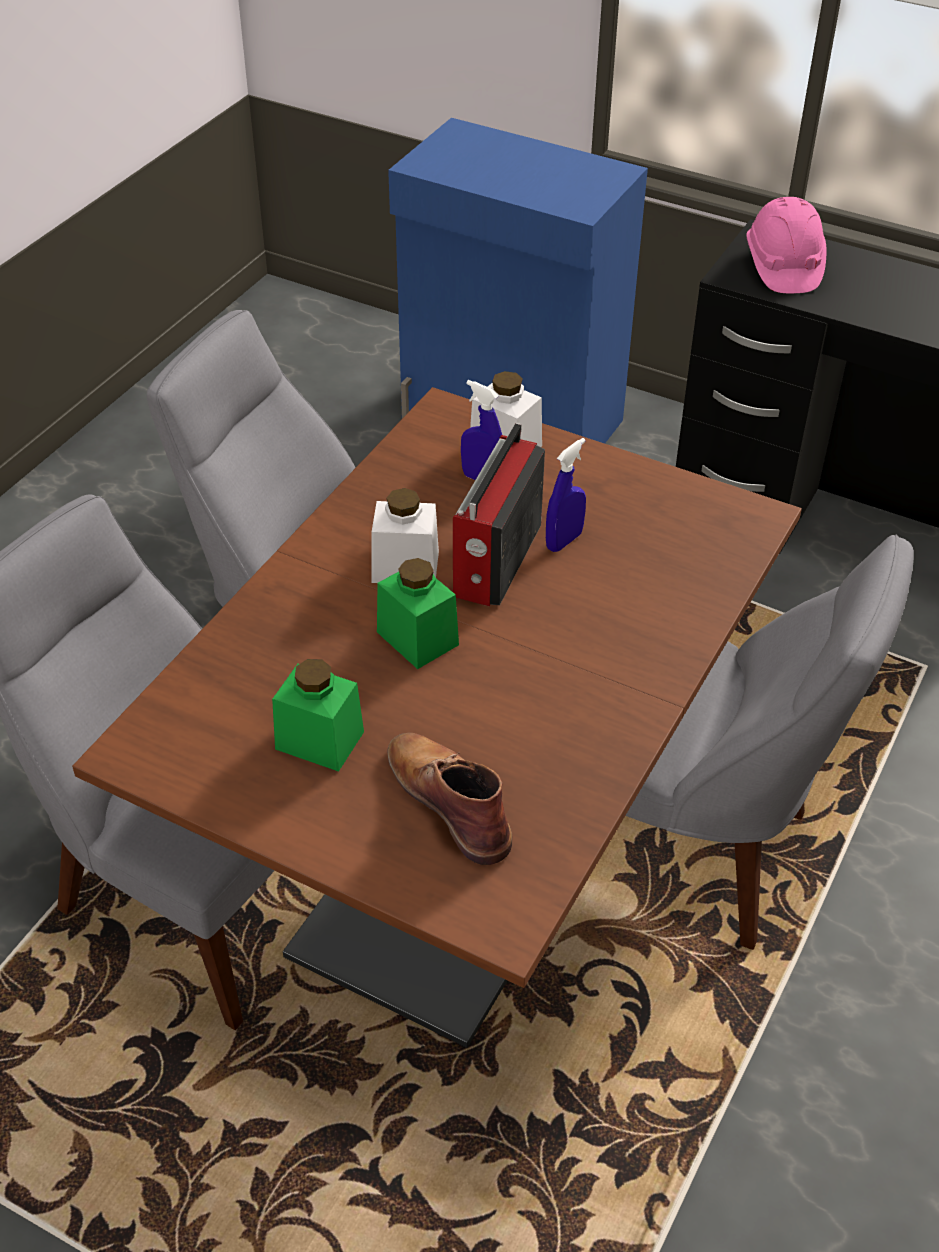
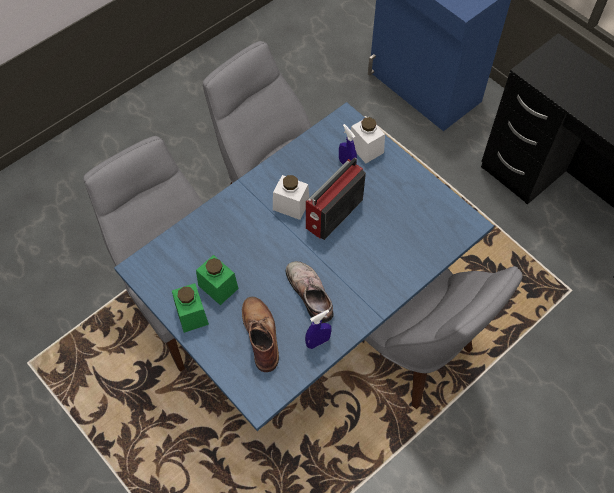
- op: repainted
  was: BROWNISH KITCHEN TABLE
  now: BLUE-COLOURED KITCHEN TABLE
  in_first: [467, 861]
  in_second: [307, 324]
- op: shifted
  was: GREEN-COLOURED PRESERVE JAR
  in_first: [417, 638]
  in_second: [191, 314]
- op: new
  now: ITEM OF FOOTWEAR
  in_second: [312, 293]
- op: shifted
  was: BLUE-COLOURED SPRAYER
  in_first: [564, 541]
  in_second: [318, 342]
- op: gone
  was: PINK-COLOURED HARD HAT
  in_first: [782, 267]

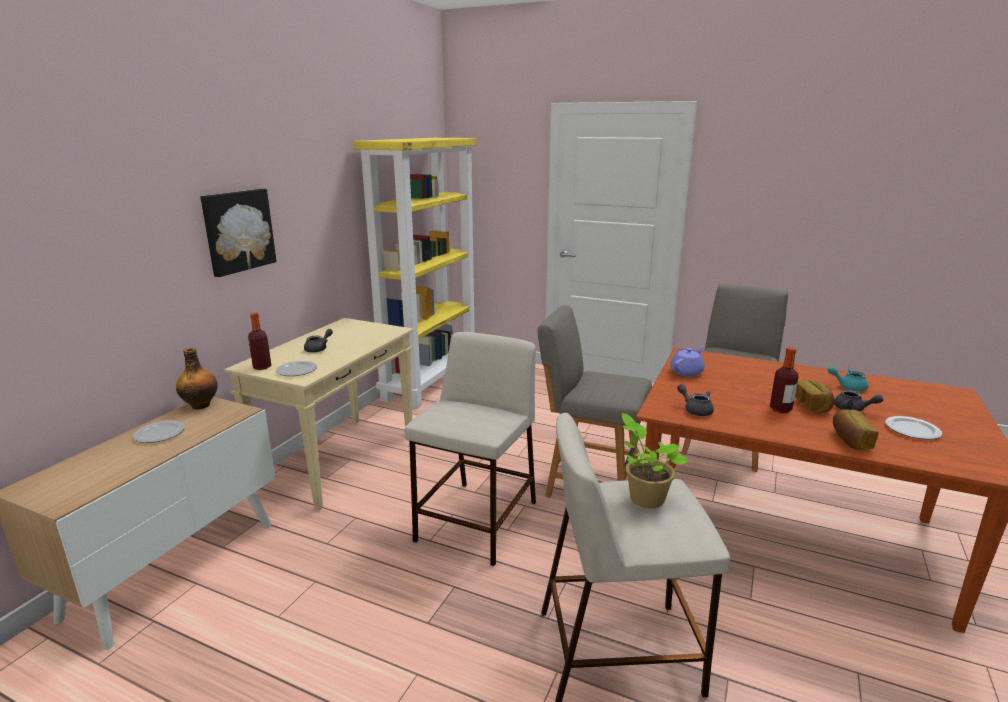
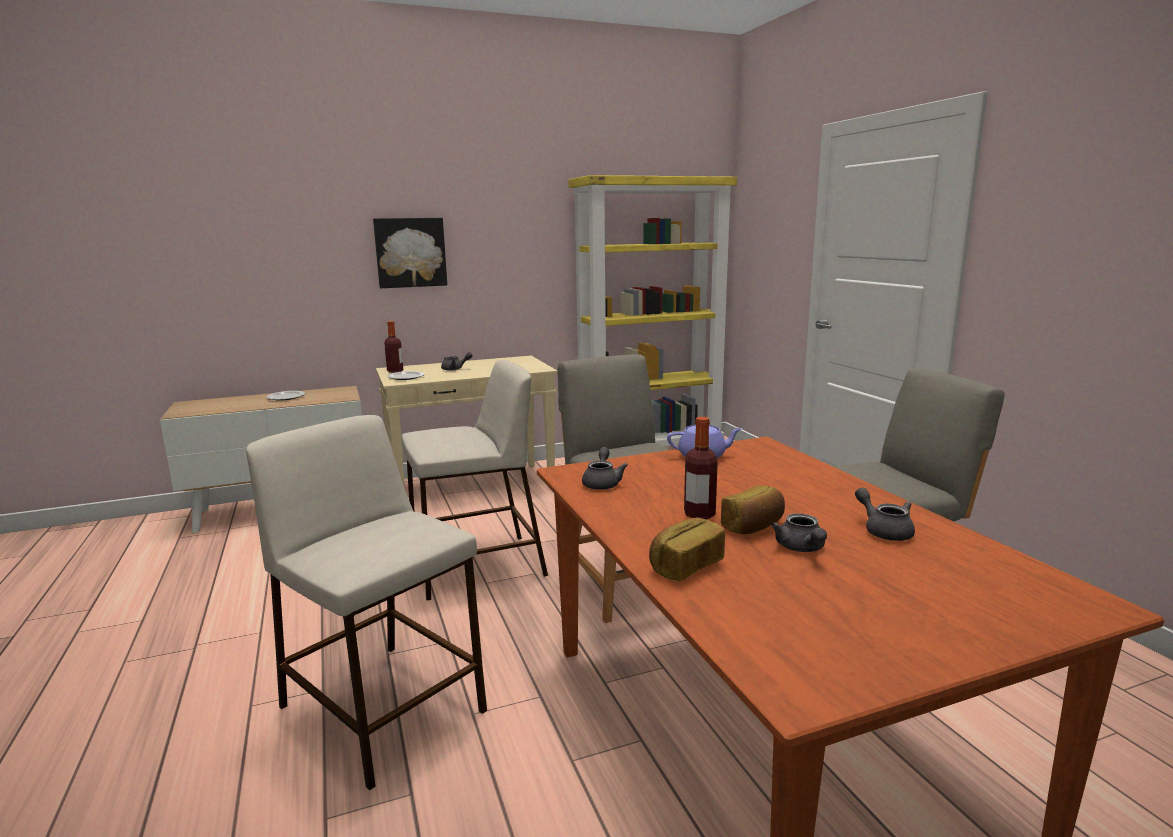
- op: repainted
  was: BLUE-GREEN TEA POT
  now: GREY TEA POT
  in_first: [848, 386]
  in_second: [884, 531]
- op: gone
  was: DRINK BOTTLE
  in_first: [201, 405]
- op: gone
  was: PLANT IN A POT
  in_first: [644, 497]
- op: gone
  was: DINNER PLATE
  in_first: [912, 430]

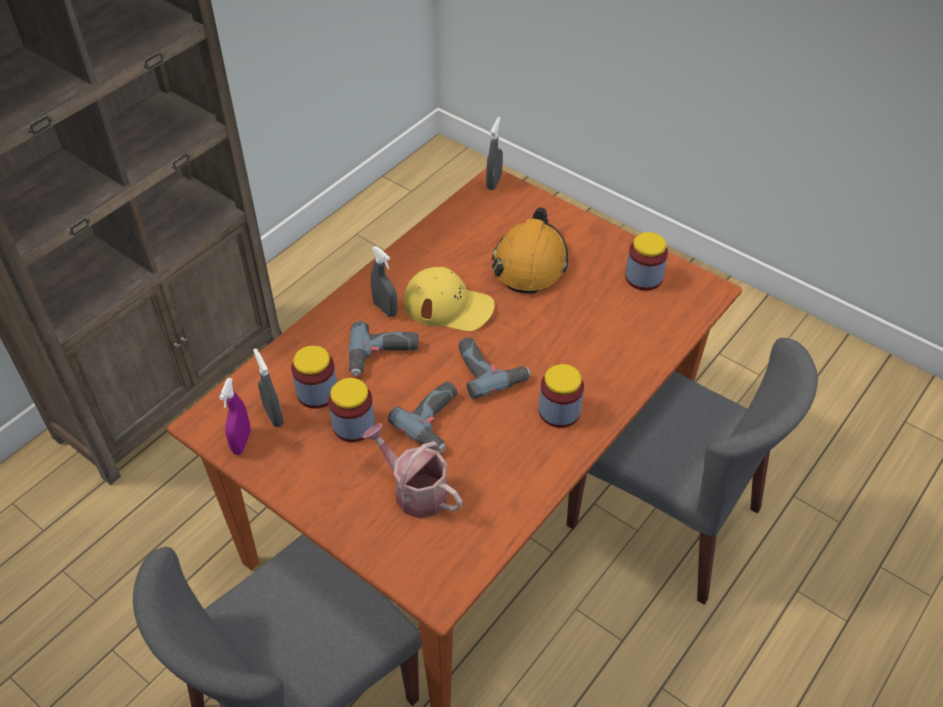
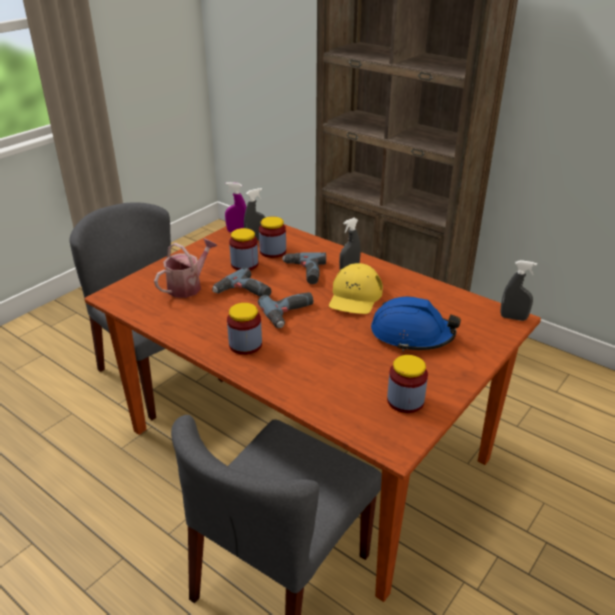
- op: repainted
  was: ORANGE-COLOURED HARD HAT
  now: BLUE-COLOURED HARD HAT
  in_first: [530, 262]
  in_second: [411, 335]

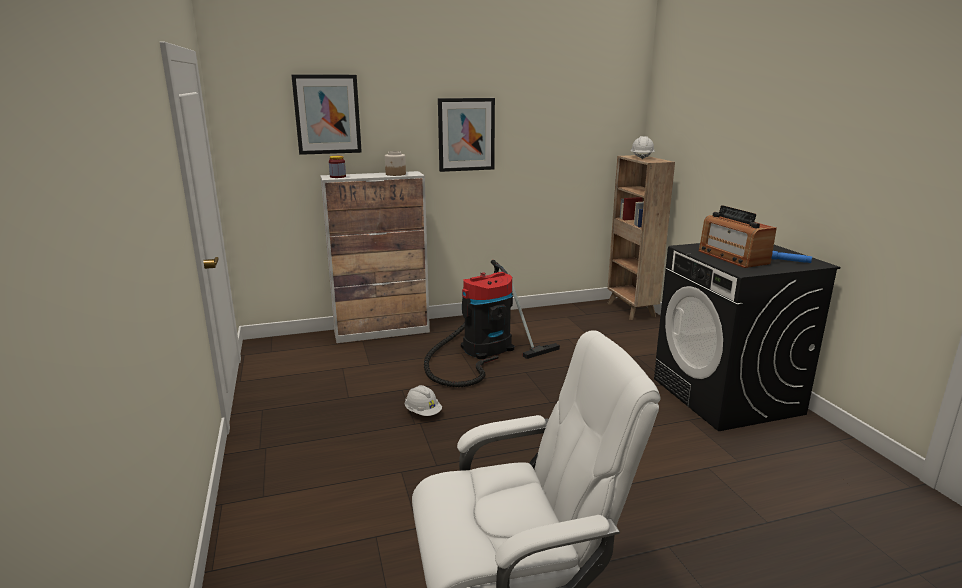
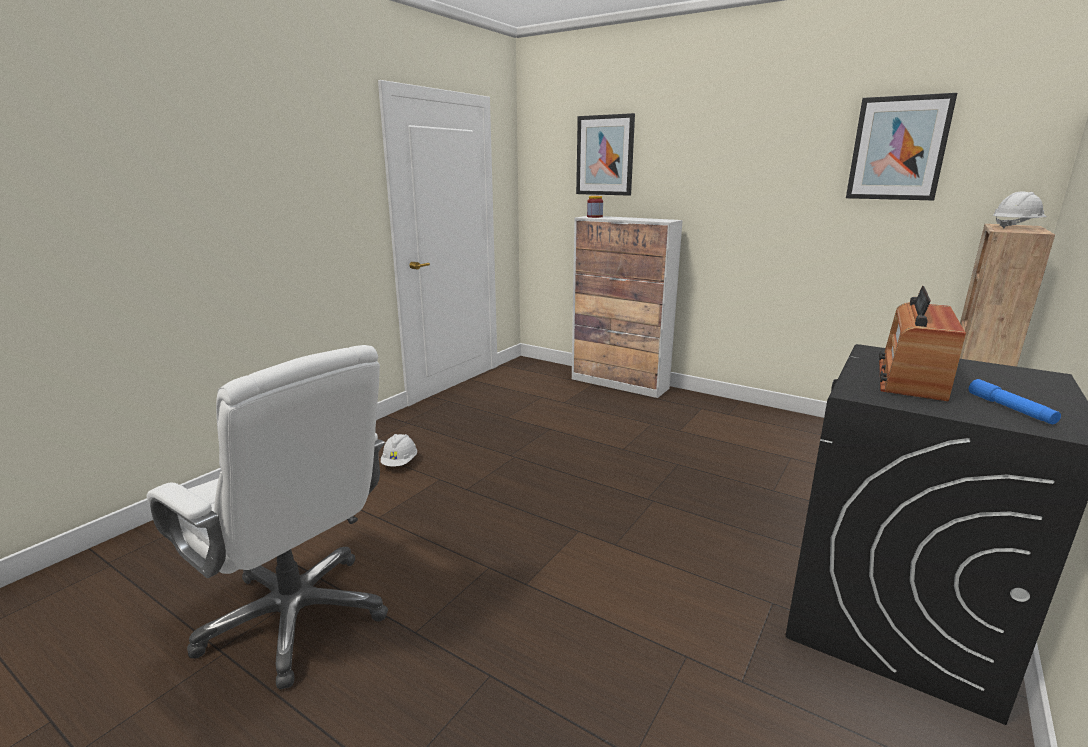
- op: shifted
  was: WHITE HARD HAT
  in_first: [423, 412]
  in_second: [400, 463]
- op: shifted
  was: WALL PICTURE
  in_first: [466, 134]
  in_second: [898, 148]
- op: gone
  was: PRESERVE JAR
  in_first: [395, 174]
- op: gone
  was: VACUUM CLEANER
  in_first: [483, 351]

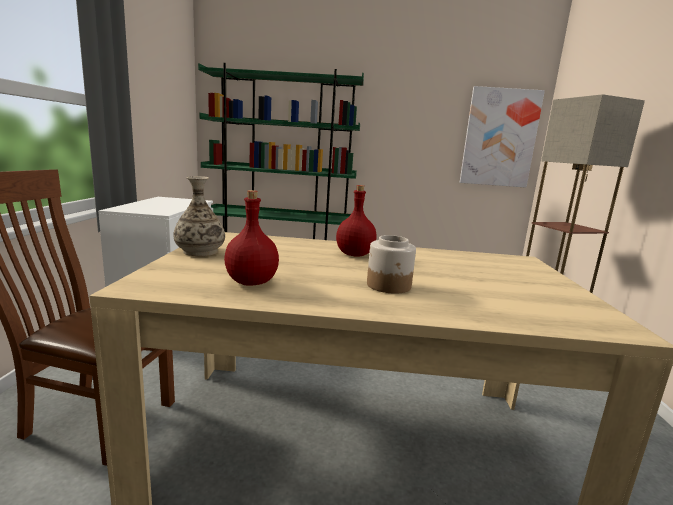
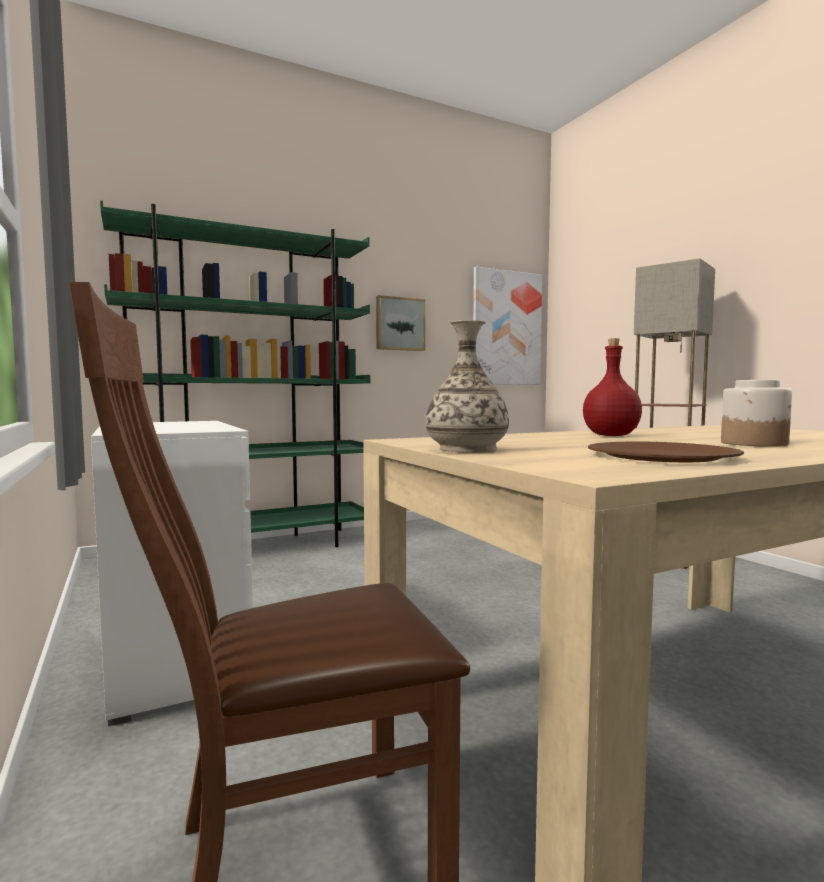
- op: new
  now: WALL PICTURE
  in_second: [399, 324]
- op: swapped
  was: RED-COLOURED DRINK BOTTLE
  now: BROWNISH DINNER PLATE
  in_first: [251, 282]
  in_second: [661, 456]

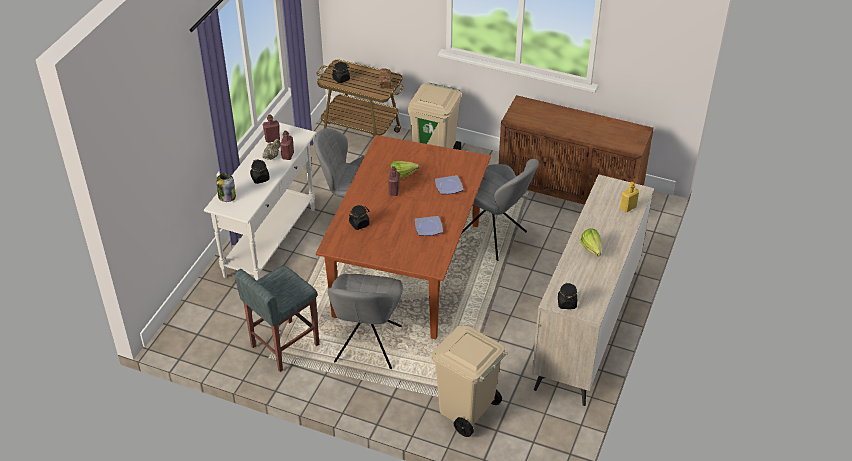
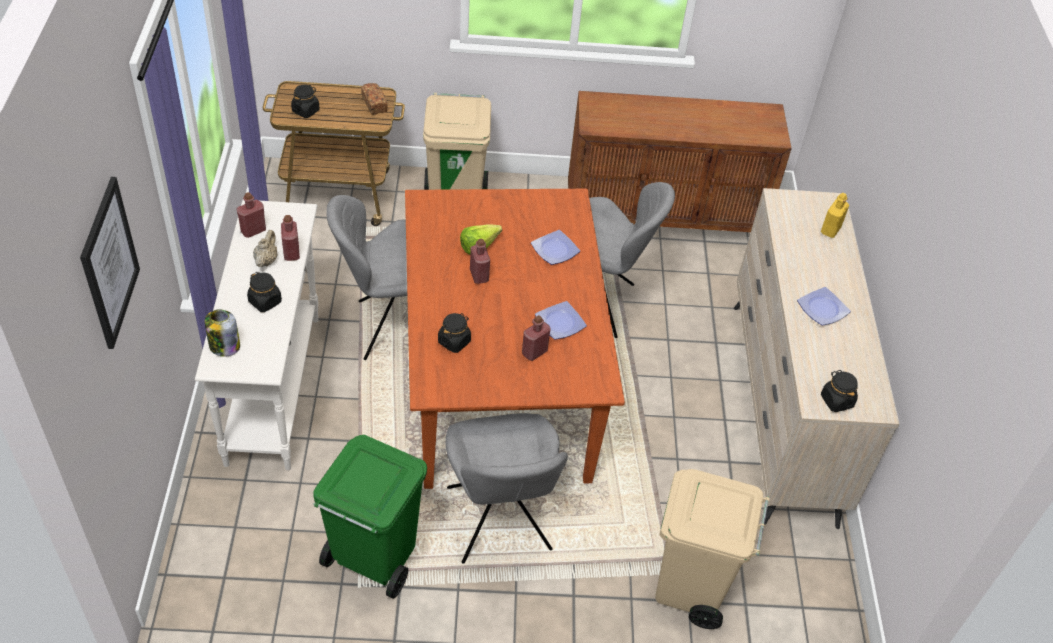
- op: new
  now: WALL PICTURE
  in_second: [109, 263]
- op: swapped
  was: GREY STOOL
  now: GREEN-COLOURED TRASH CAN
  in_first: [284, 346]
  in_second: [373, 558]
- op: new
  now: RED-COLOURED DRINK BOTTLE
  in_second: [534, 352]
- op: swapped
  was: LETTUCE HEAD
  now: DINNER PLATE
  in_first: [592, 251]
  in_second: [822, 308]

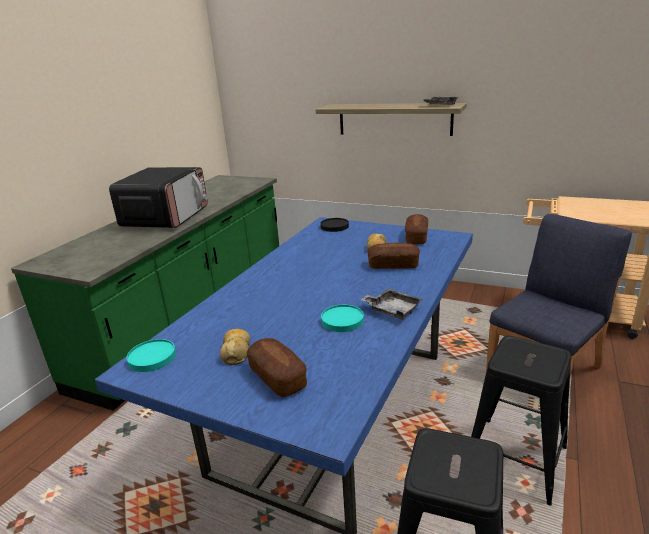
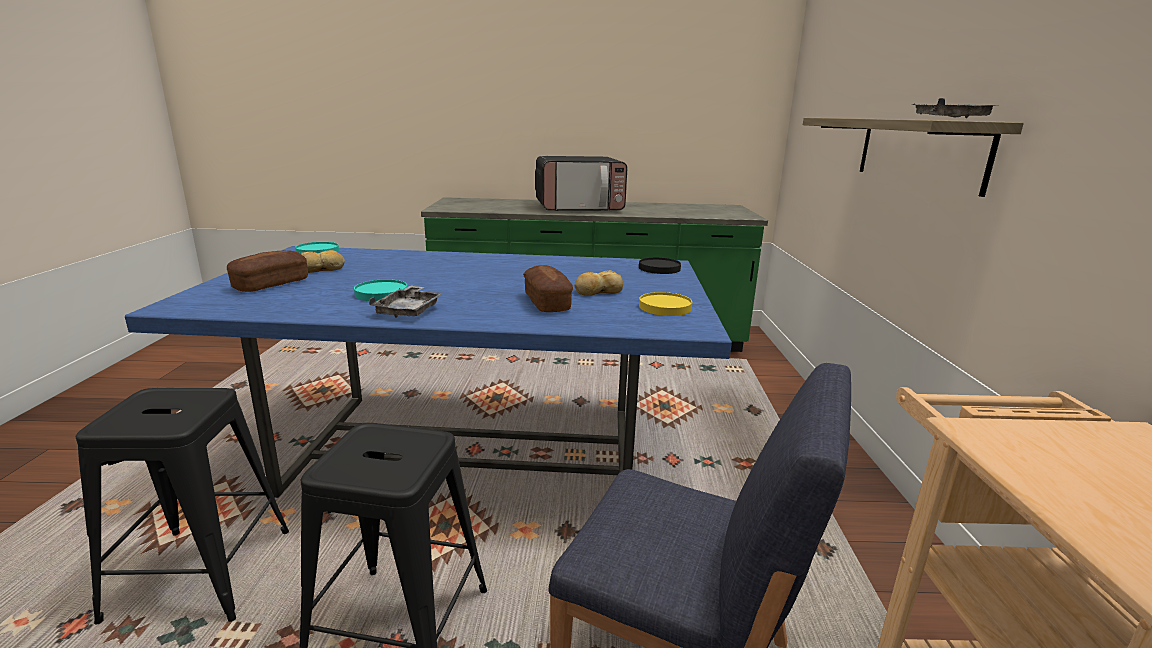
- op: swapped
  was: BAKERY BREAD
  now: YELLOWISH DINNER PLATE
  in_first: [416, 237]
  in_second: [665, 307]

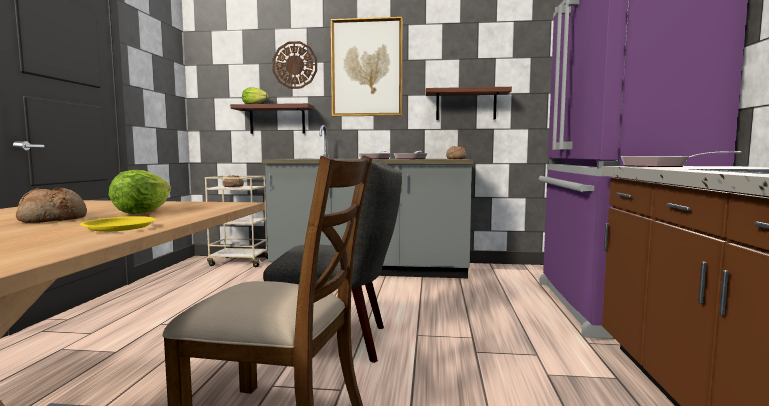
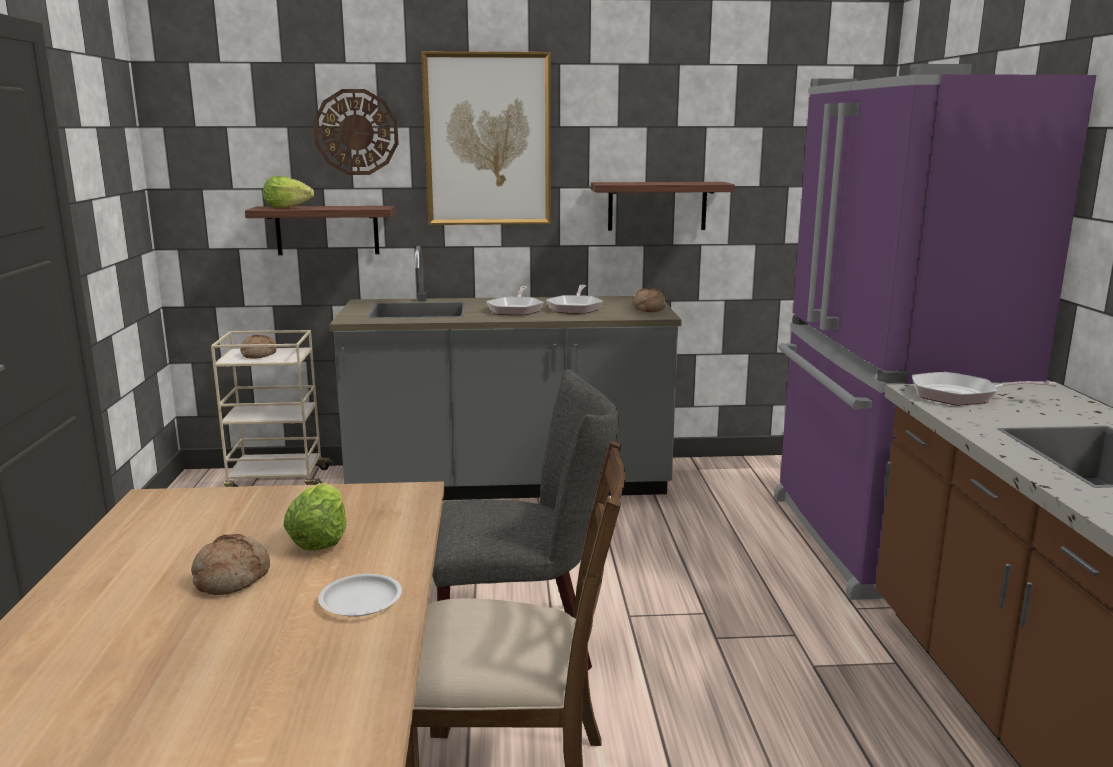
- op: repainted
  was: YELLOWISH DINNER PLATE
  now: WHITE DINNER PLATE
  in_first: [119, 227]
  in_second: [360, 601]

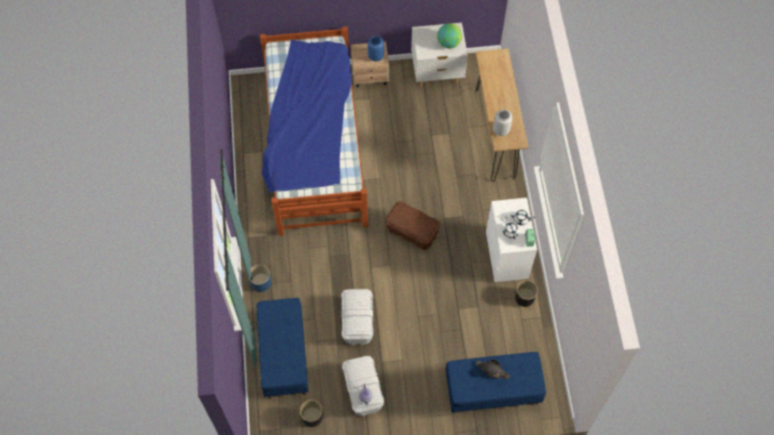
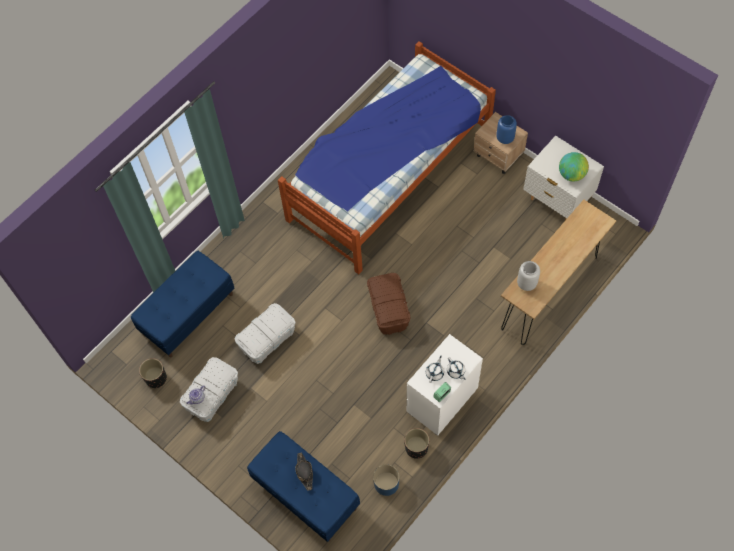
- op: shifted
  was: BLUE-COLOURED FLOWER POT
  in_first: [260, 282]
  in_second: [386, 483]

